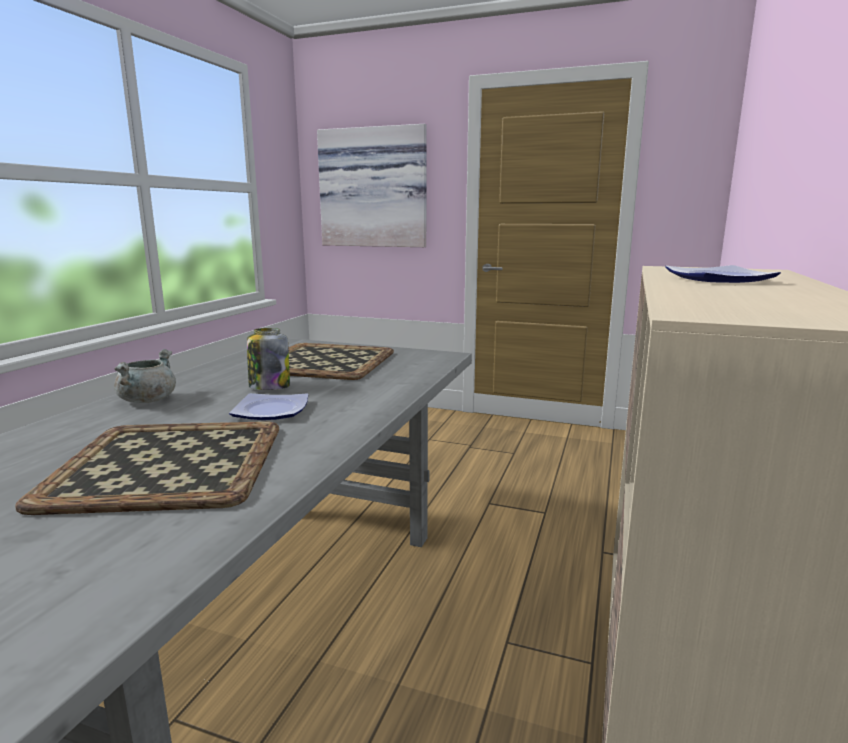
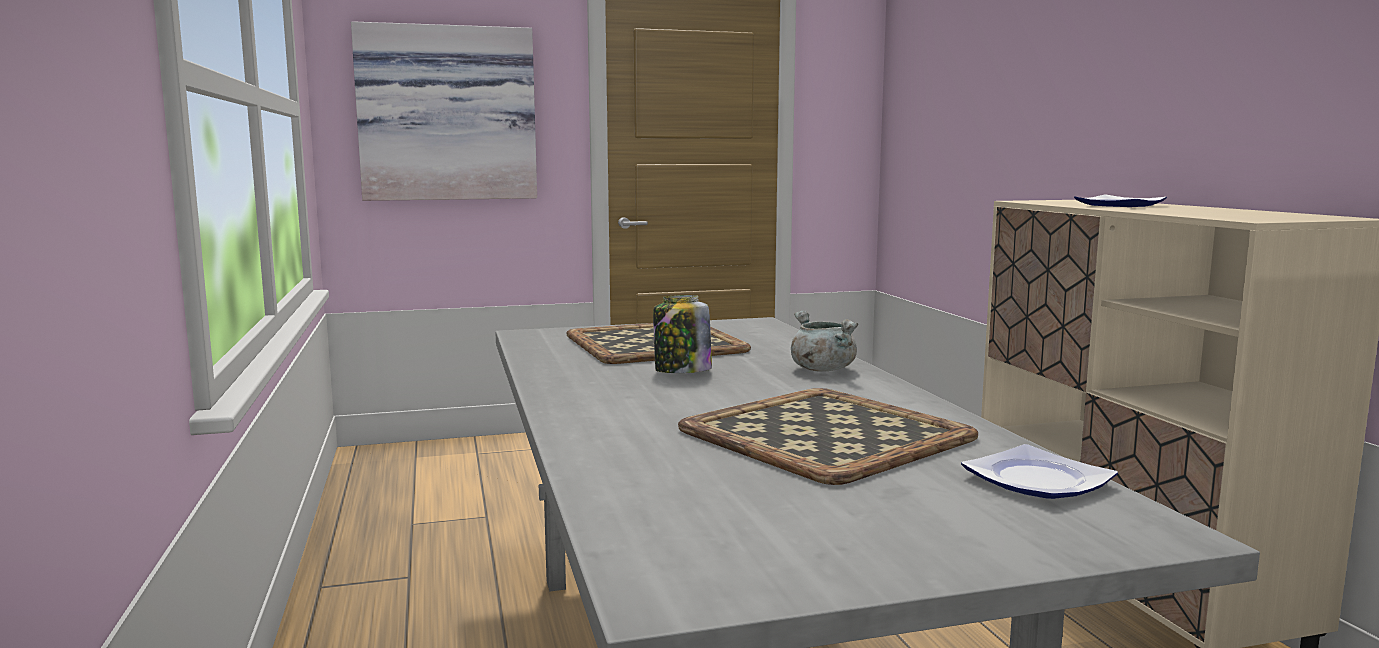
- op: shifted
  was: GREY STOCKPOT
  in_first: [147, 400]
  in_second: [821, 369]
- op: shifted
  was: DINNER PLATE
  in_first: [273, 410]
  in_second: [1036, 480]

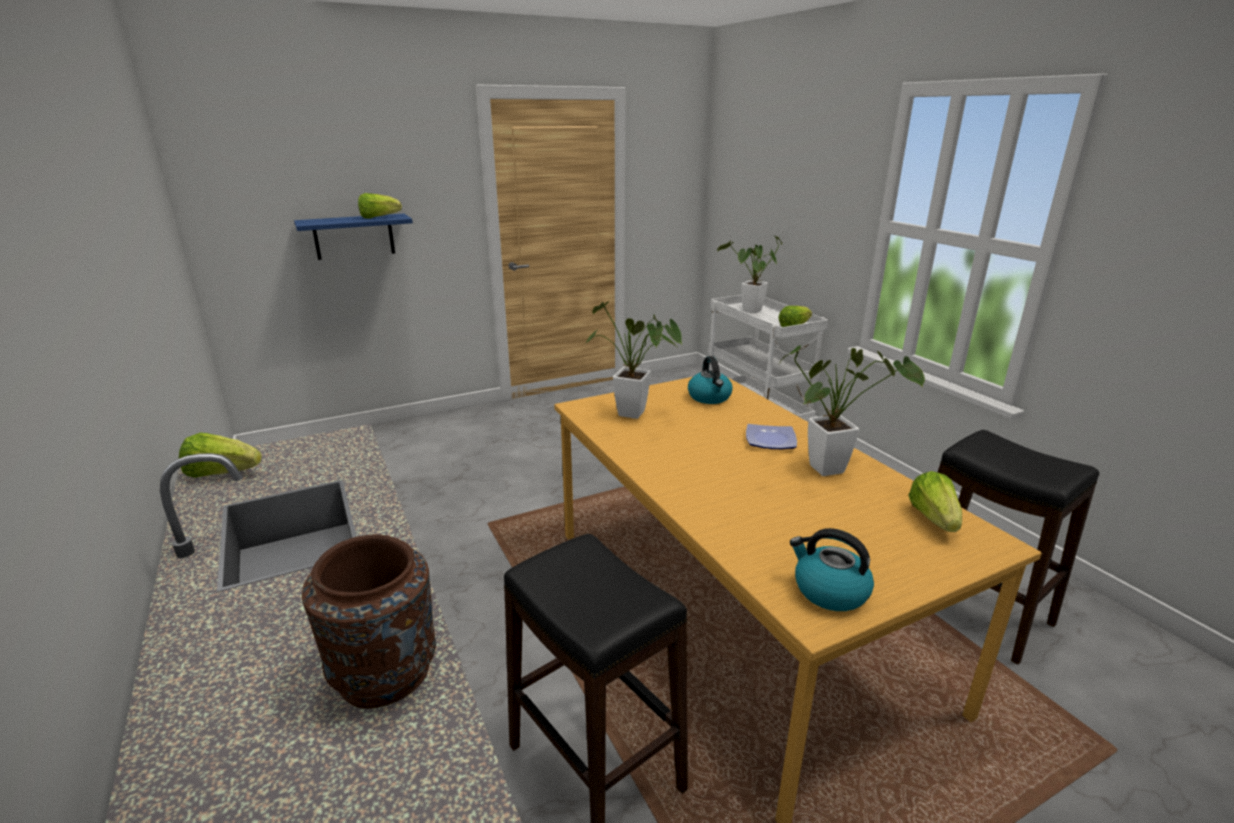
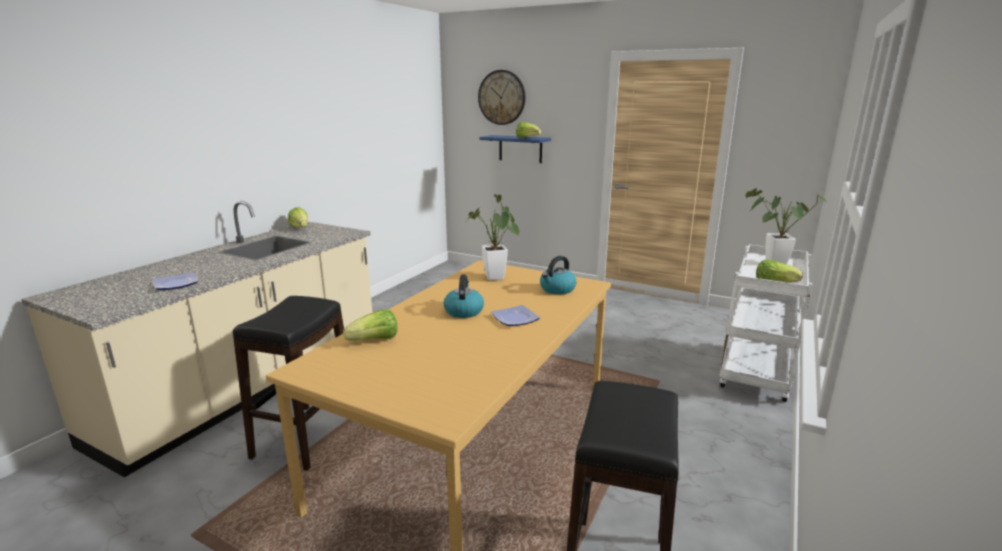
- op: swapped
  was: BROWNISH FLOWER VASE
  now: DINNER PLATE
  in_first: [385, 674]
  in_second: [177, 284]
- op: shifted
  was: LETTUCE HEAD
  in_first: [934, 519]
  in_second: [375, 340]
- op: shifted
  was: WATER KETTLE
  in_first: [829, 591]
  in_second: [463, 311]
- op: new
  now: CLOCK ON THE WALL
  in_second: [502, 97]
- op: gone
  was: PLANT IN A POT
  in_first: [834, 468]

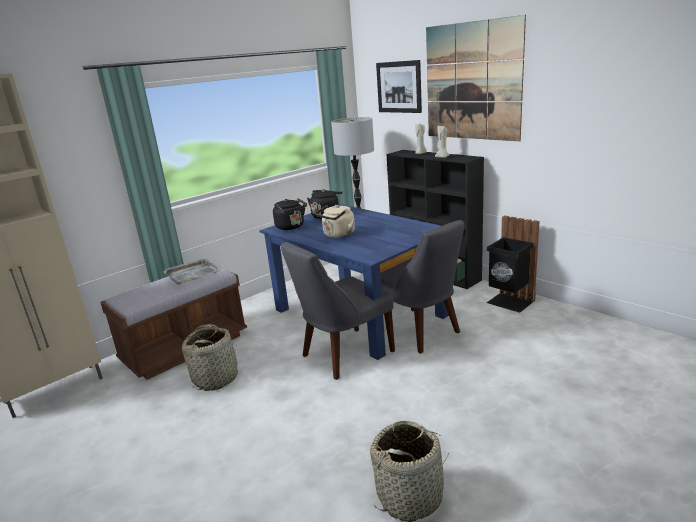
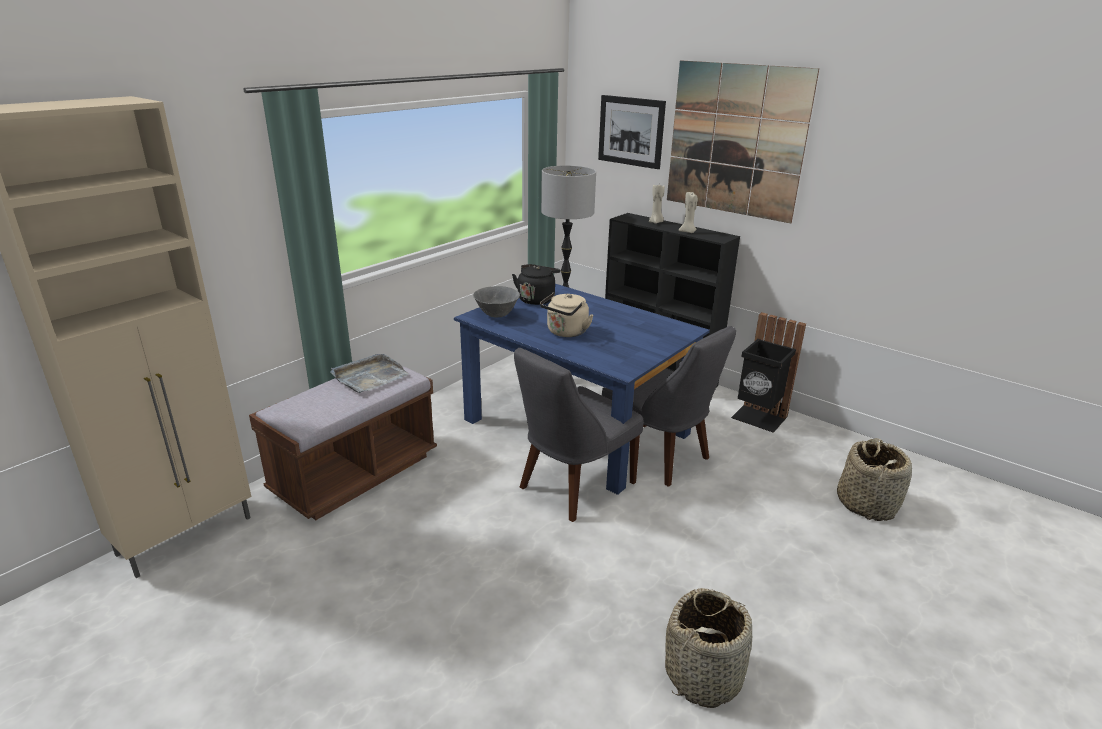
- op: swapped
  was: BLACK-COLOURED WATER KETTLE
  now: GREY SERVING BOWL
  in_first: [291, 227]
  in_second: [497, 315]
- op: shifted
  was: HOUSEHOLD BASKET
  in_first: [216, 378]
  in_second: [867, 504]

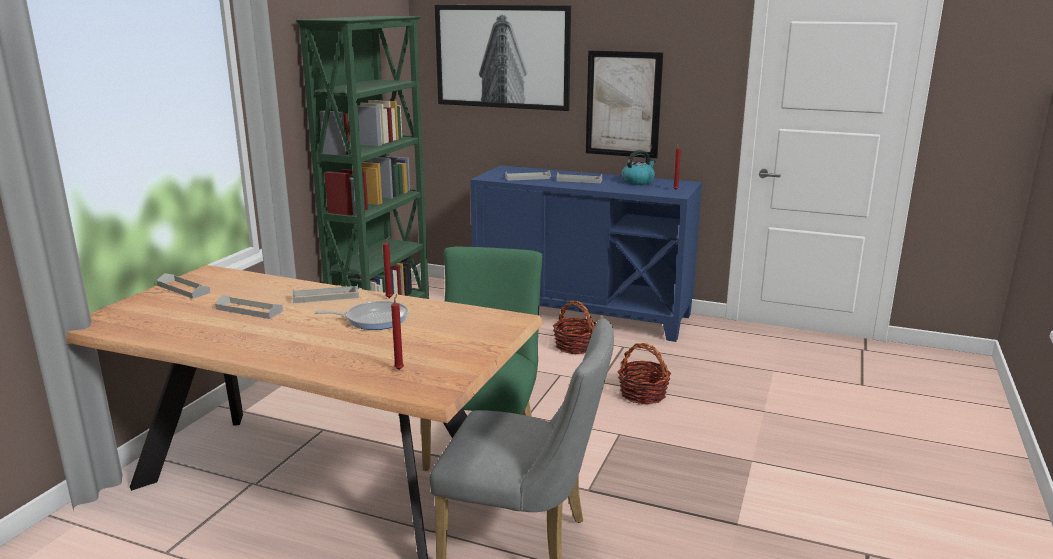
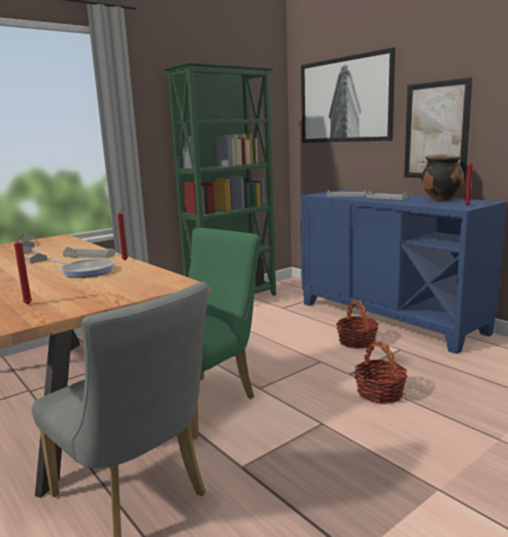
- op: swapped
  was: WATER KETTLE
  now: STOCKPOT
  in_first: [638, 181]
  in_second: [440, 199]

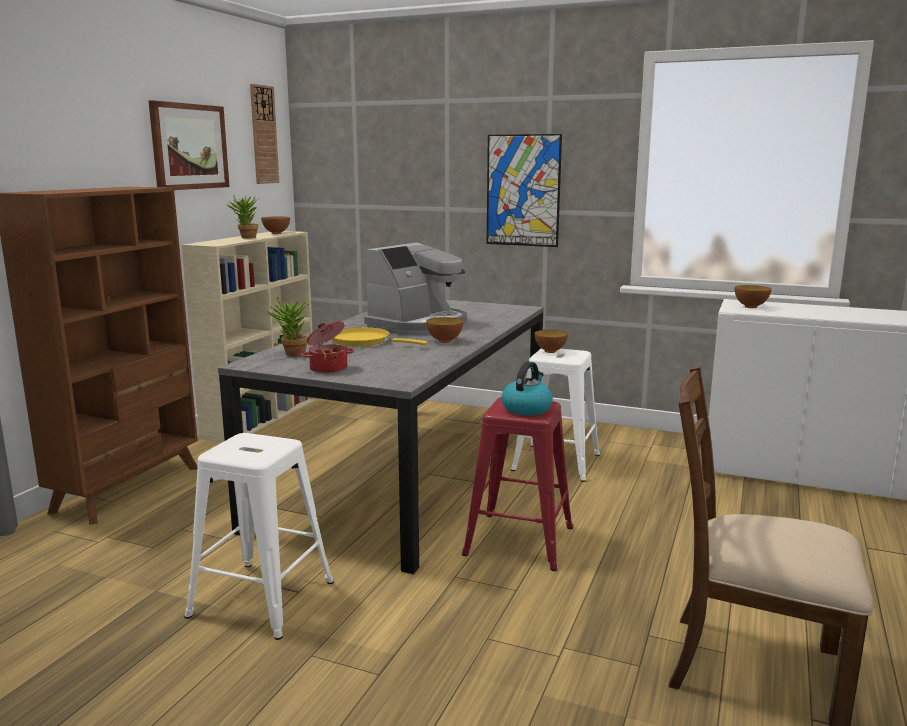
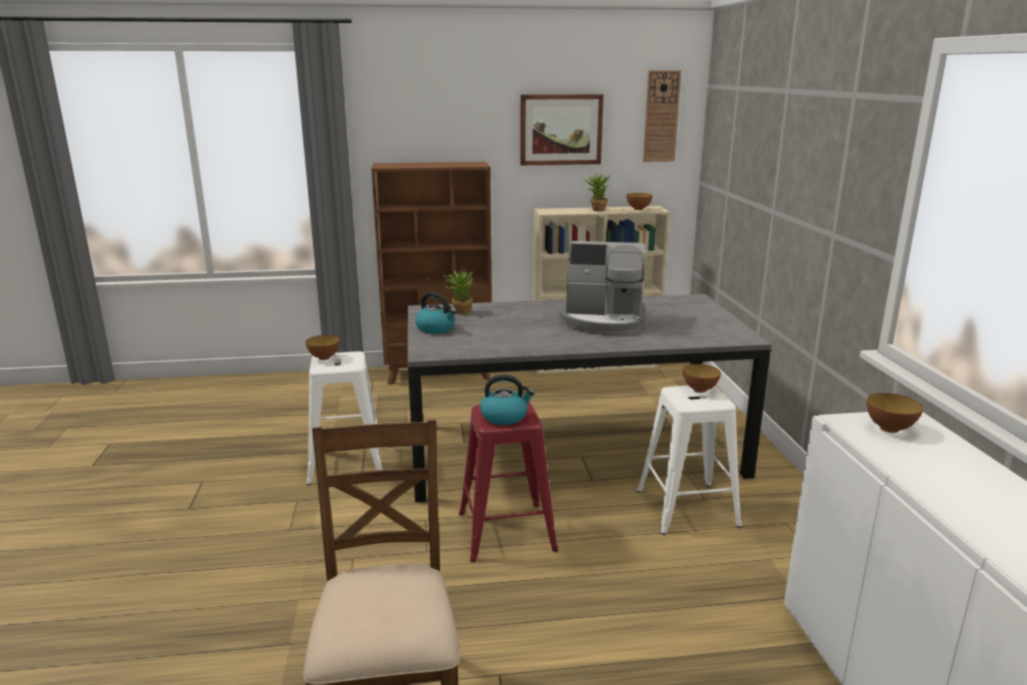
- op: shifted
  was: SERVING BOWL
  in_first: [444, 341]
  in_second: [324, 358]
- op: swapped
  was: STOCKPOT
  now: WATER KETTLE
  in_first: [328, 369]
  in_second: [436, 328]
- op: gone
  was: YELLOWISH PAN
  in_first: [364, 341]
- op: gone
  was: WALL PICTURE
  in_first: [523, 190]

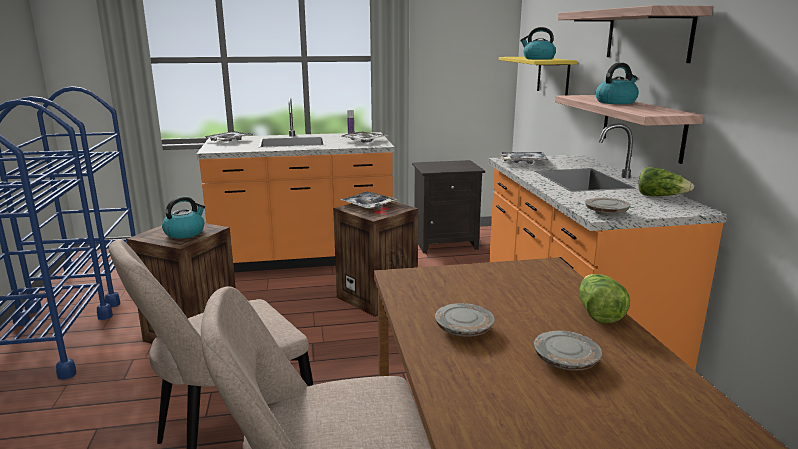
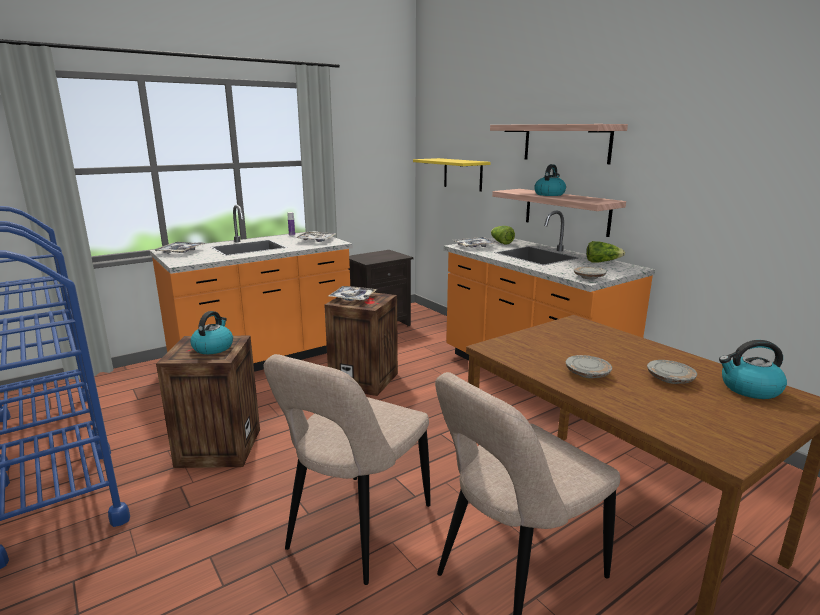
- op: shifted
  was: LETTUCE HEAD
  in_first: [598, 312]
  in_second: [501, 242]
- op: shifted
  was: WATER KETTLE
  in_first: [538, 59]
  in_second: [749, 389]

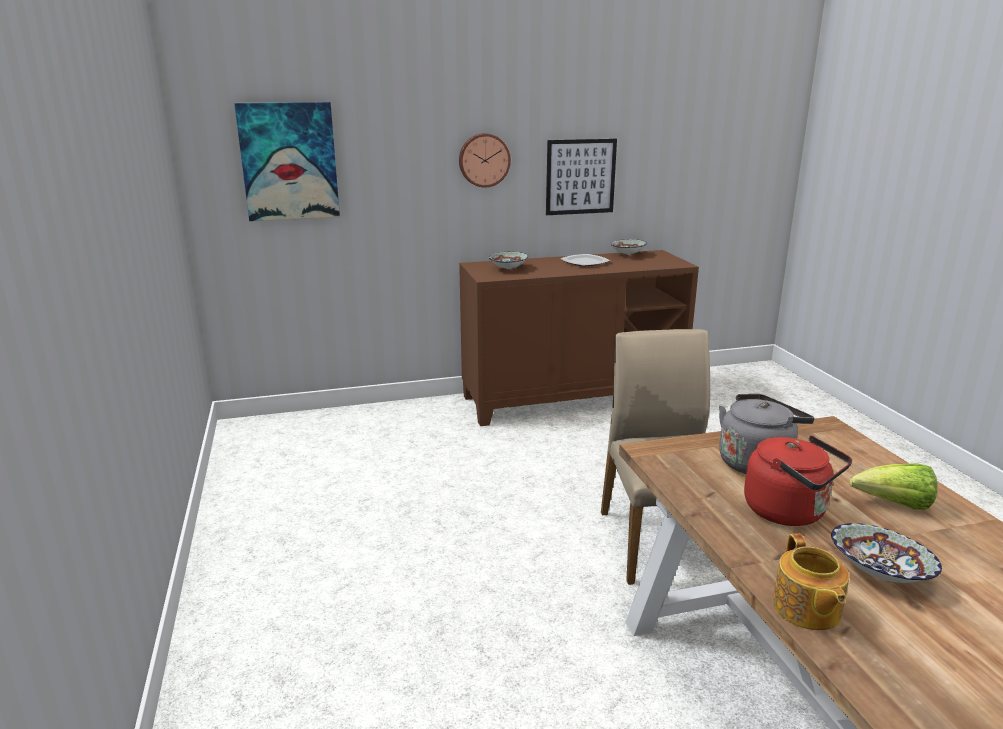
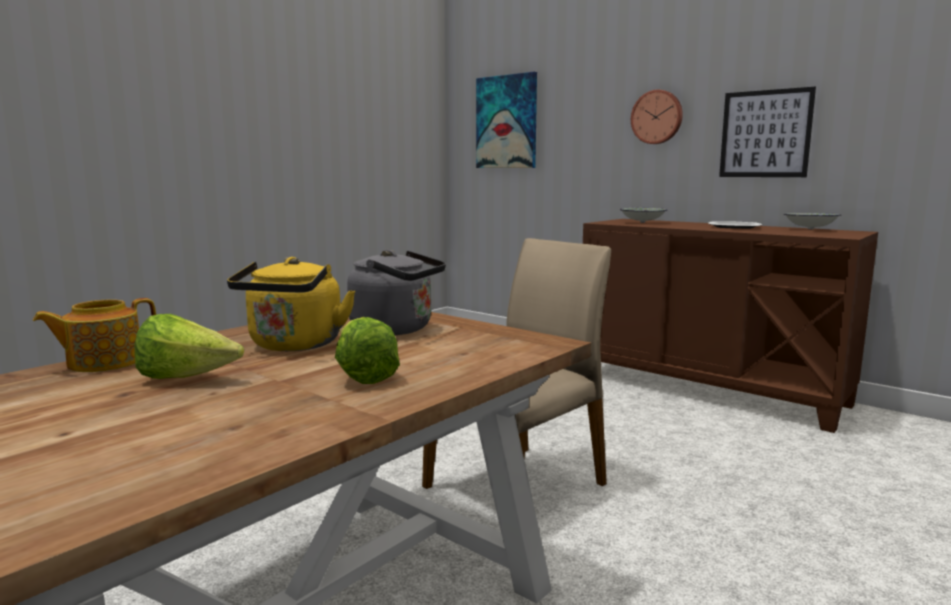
- op: swapped
  was: SERVING BOWL
  now: LETTUCE HEAD
  in_first: [878, 573]
  in_second: [187, 378]
- op: repainted
  was: RED-COLOURED WATER KETTLE
  now: YELLOWISH WATER KETTLE
  in_first: [789, 512]
  in_second: [294, 346]

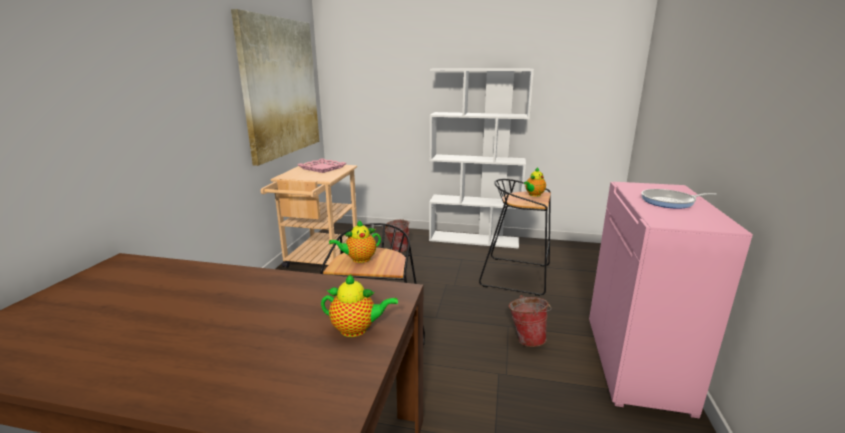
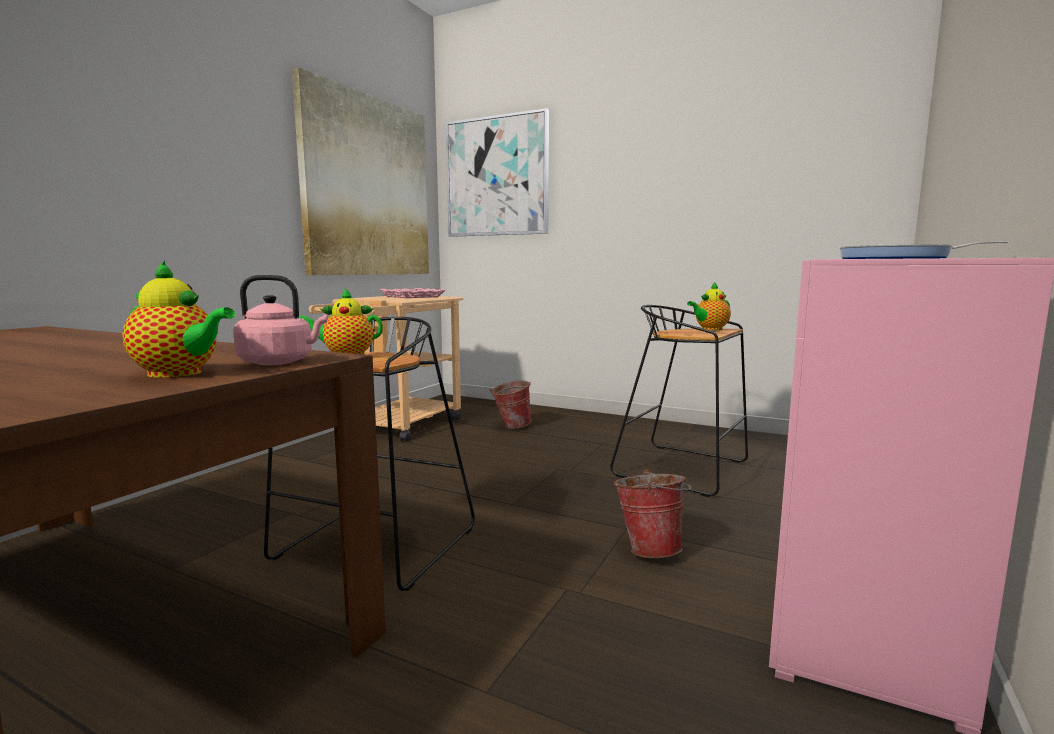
- op: new
  now: PINK-COLOURED WATER KETTLE
  in_second: [280, 362]
- op: new
  now: WALL PICTURE
  in_second: [497, 177]
- op: gone
  was: WHITE BOOKSHELF
  in_first: [474, 239]

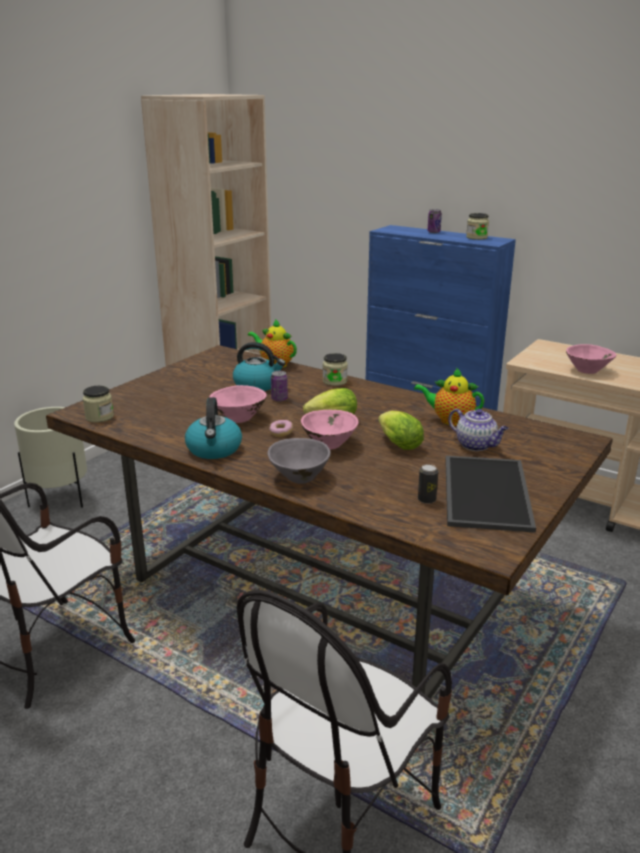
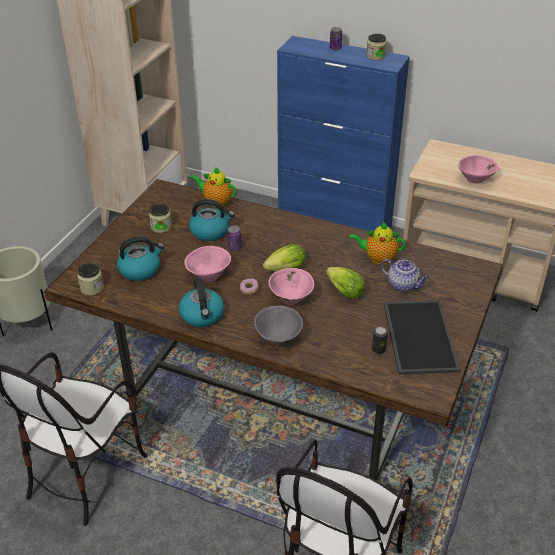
- op: new
  now: WATER KETTLE
  in_second: [140, 270]
- op: shifted
  was: PRESERVE JAR
  in_first: [335, 381]
  in_second: [161, 227]

